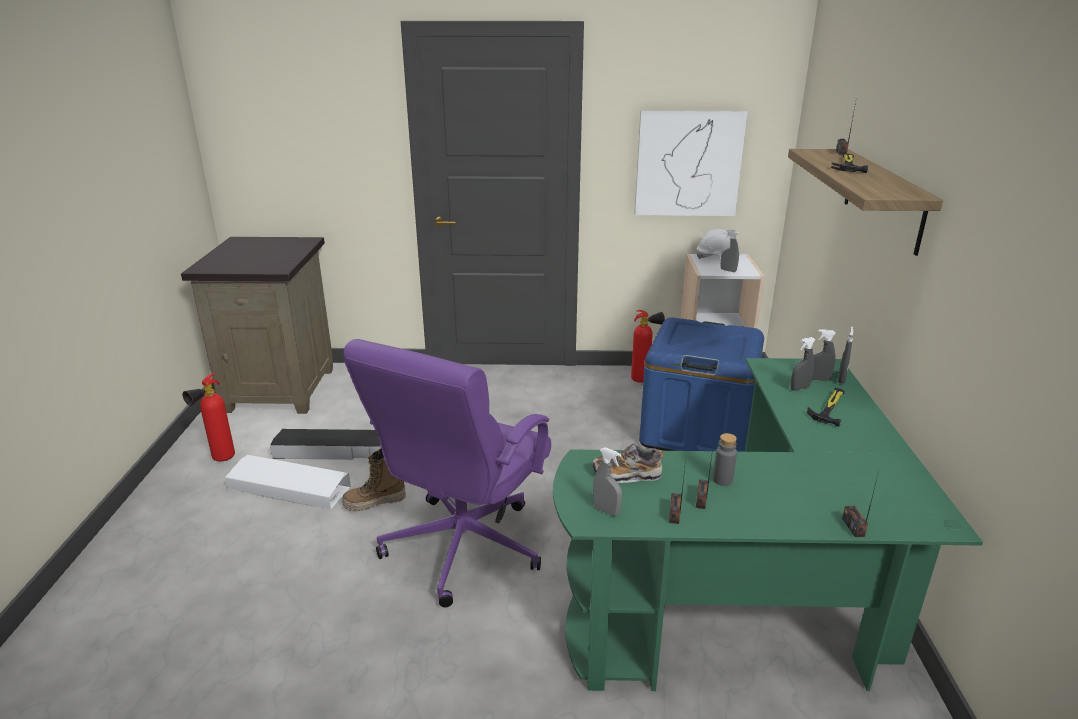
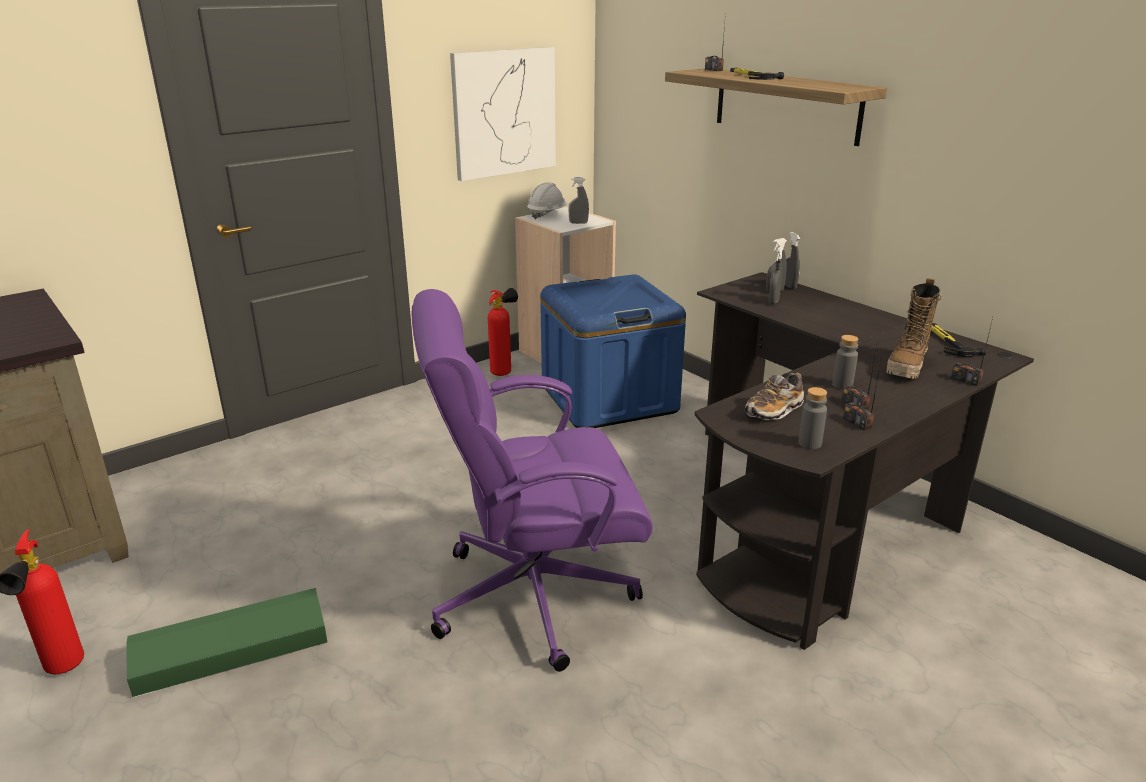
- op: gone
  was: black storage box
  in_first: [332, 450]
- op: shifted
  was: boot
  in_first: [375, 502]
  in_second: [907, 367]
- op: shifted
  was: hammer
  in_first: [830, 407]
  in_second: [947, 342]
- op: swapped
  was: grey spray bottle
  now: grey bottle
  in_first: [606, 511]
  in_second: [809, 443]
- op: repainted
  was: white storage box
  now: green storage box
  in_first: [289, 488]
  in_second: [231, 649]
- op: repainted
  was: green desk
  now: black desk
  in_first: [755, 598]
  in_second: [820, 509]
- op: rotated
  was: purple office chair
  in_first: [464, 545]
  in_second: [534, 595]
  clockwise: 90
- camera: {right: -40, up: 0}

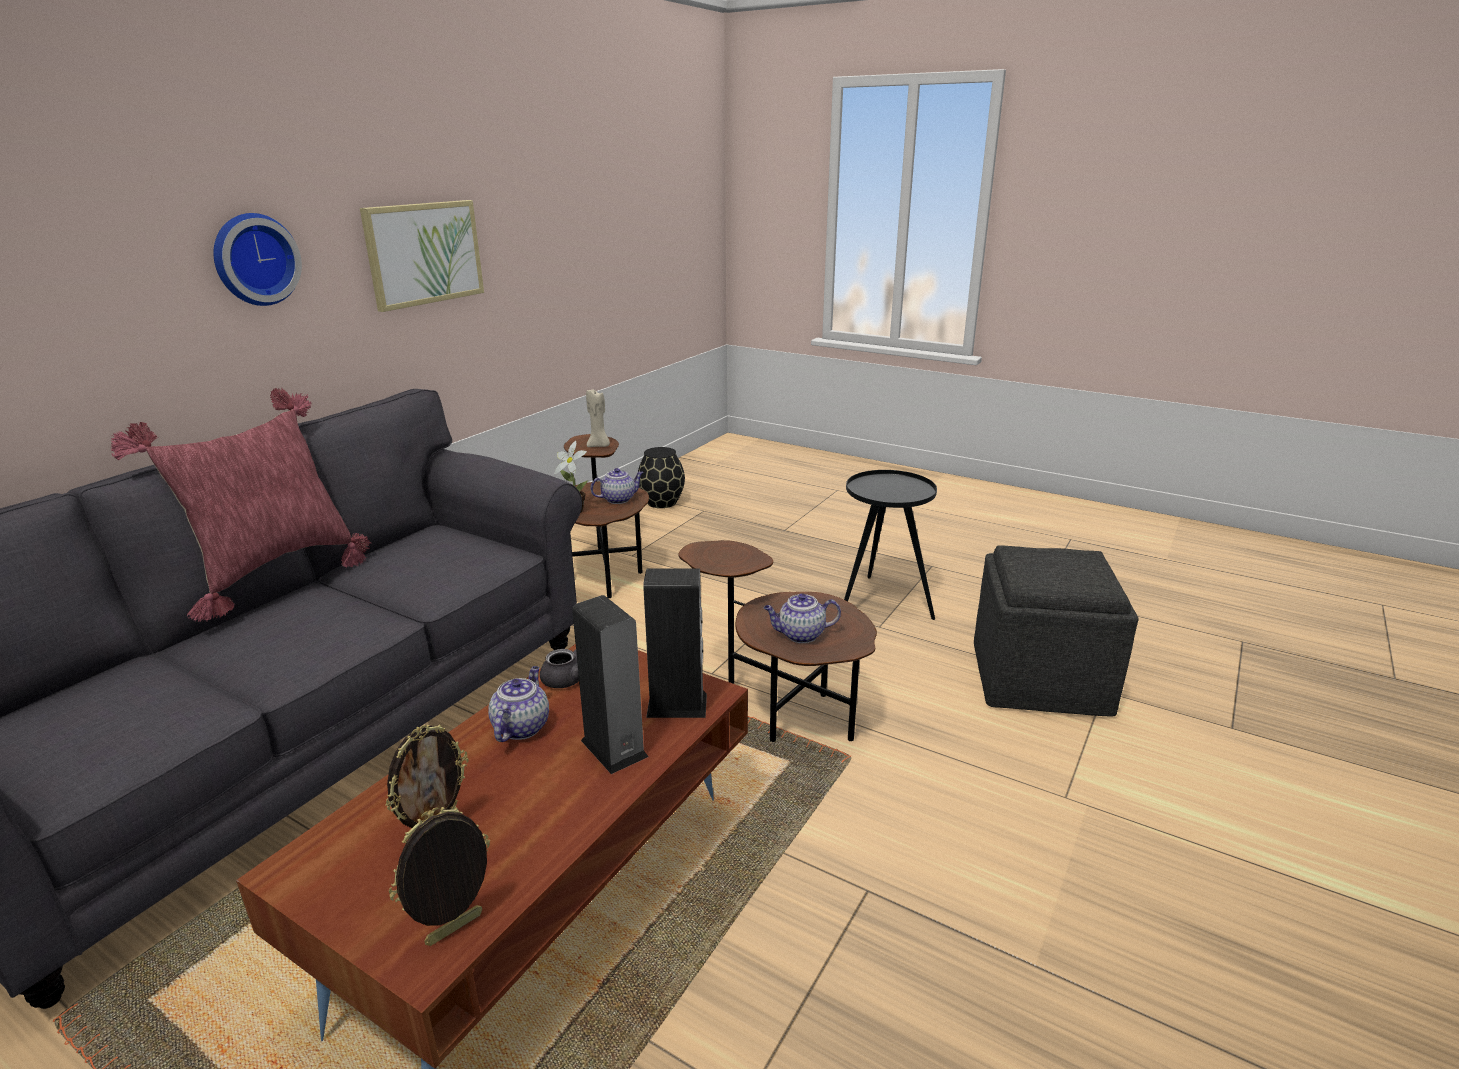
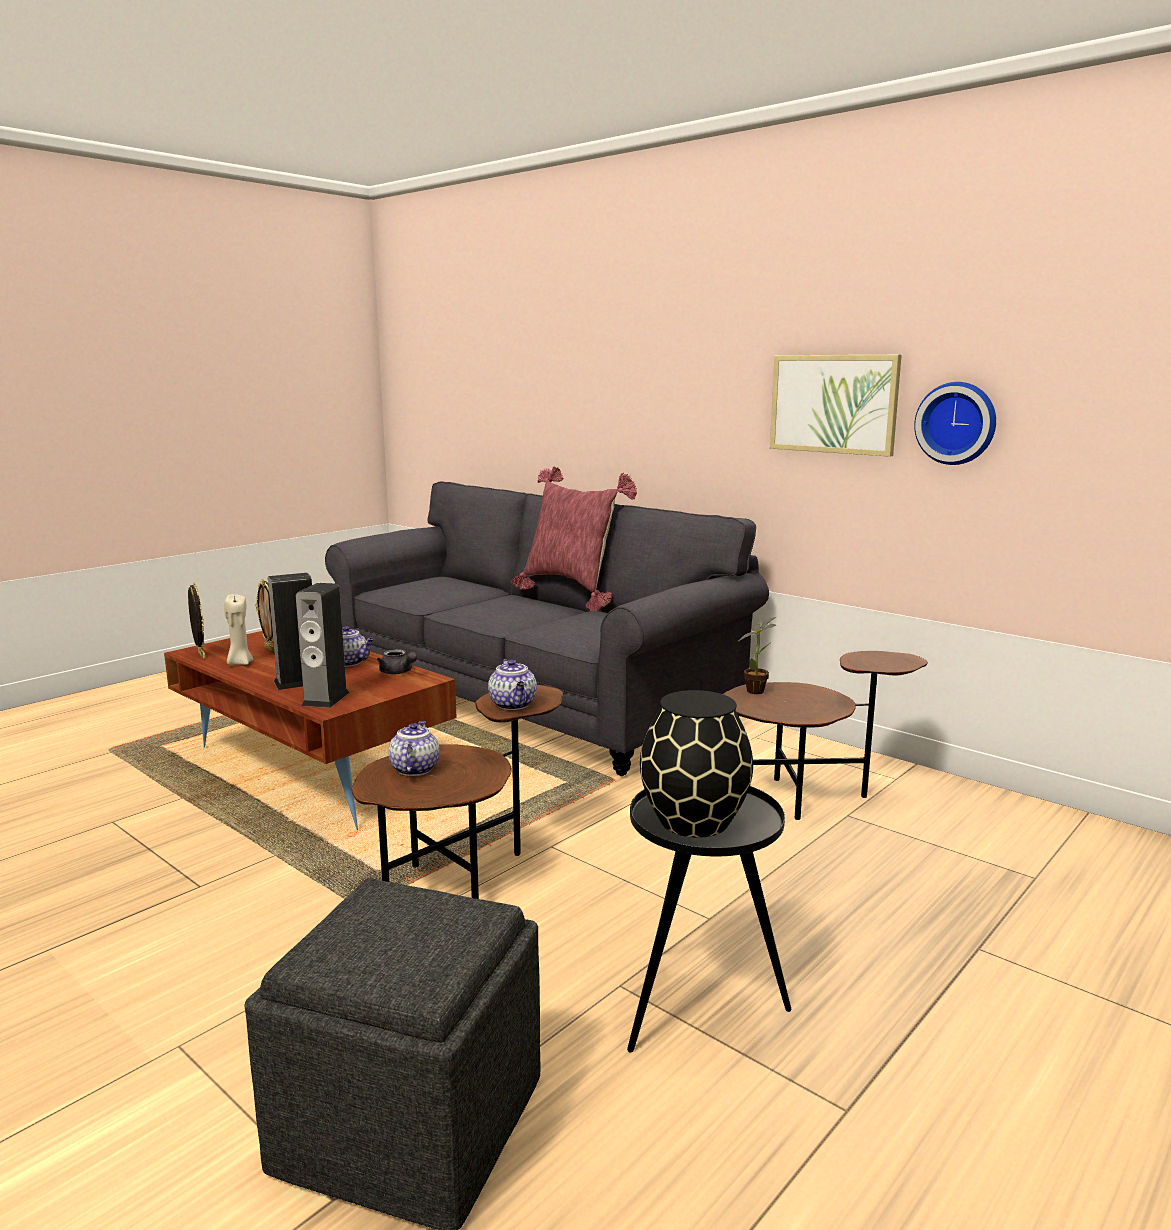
- op: shifted
  was: wall clock
  in_first: [254, 259]
  in_second: [957, 423]
- op: shifted
  was: beige candle
  in_first: [599, 446]
  in_second: [239, 663]
- op: shifted
  was: teapot
  in_first: [619, 499]
  in_second: [513, 705]
- op: shifted
  was: black vase
  in_first: [662, 502]
  in_second: [694, 822]
- camera: {right: 100, up: -10}

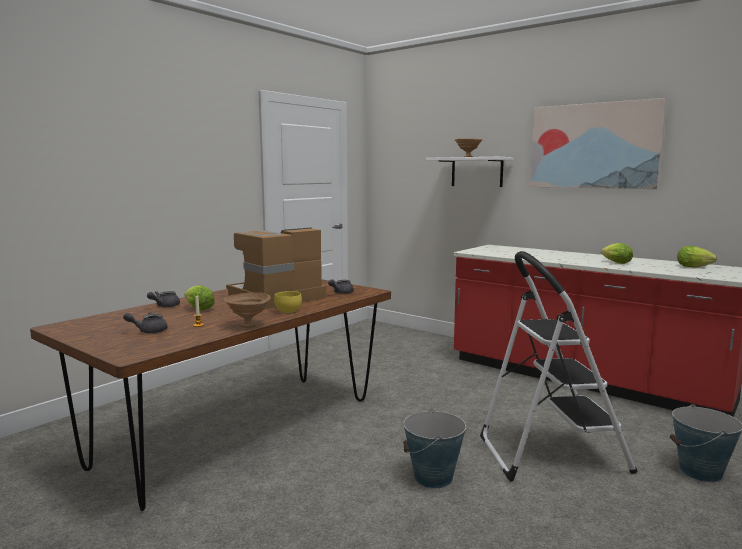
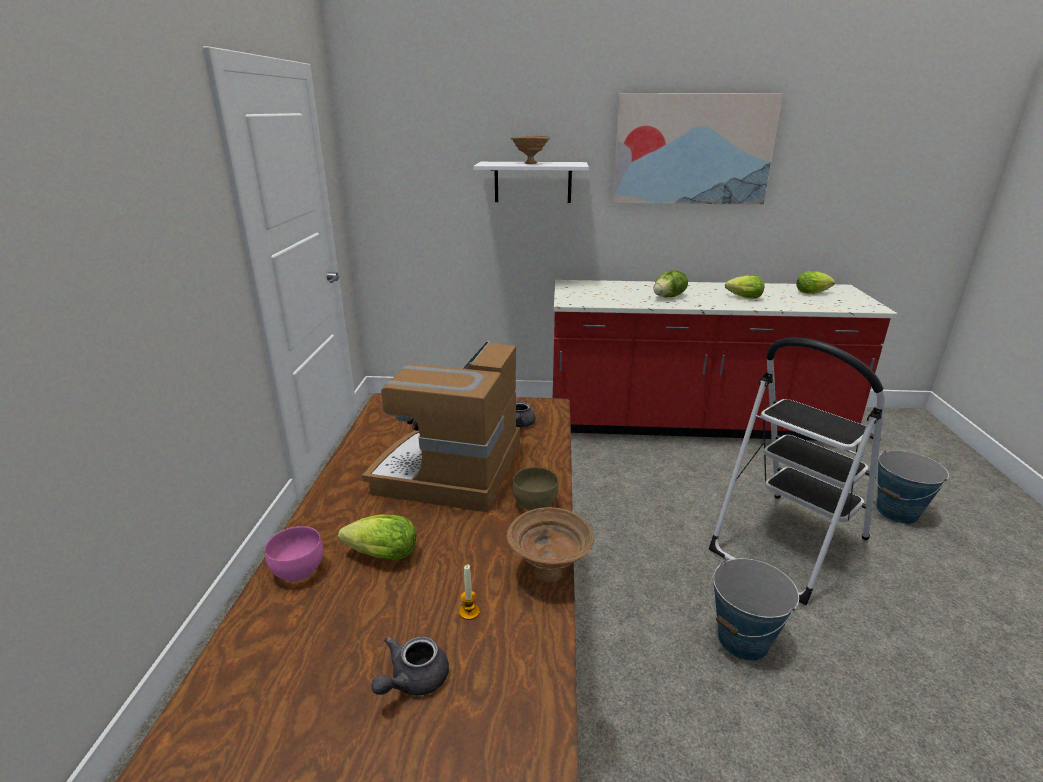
- op: new
  now: lettuce
  in_second: [669, 297]
- op: swapped
  was: grey teapot
  now: pink bowl
  in_first: [164, 306]
  in_second: [300, 572]
- op: repainted
  was: yellow bowl
  now: brown bowl
  in_first: [287, 312]
  in_second: [533, 505]
- camera: {right: -35, up: 15}

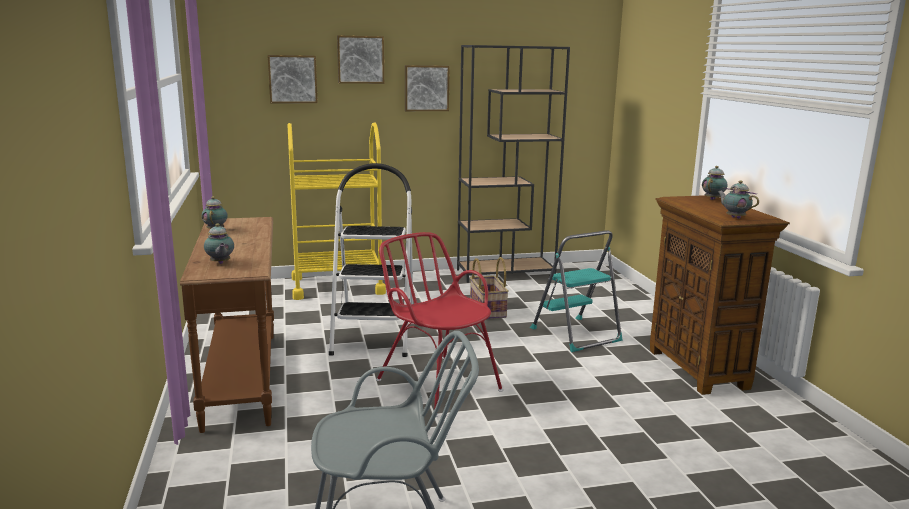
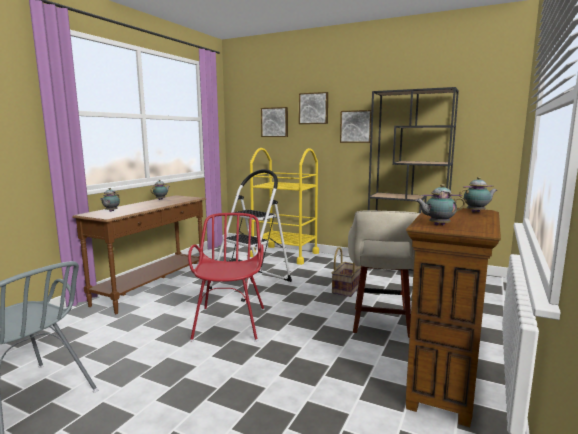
- op: swapped
  was: turquoise step ladder
  now: beige stool
  in_first: [577, 335]
  in_second: [381, 323]
- op: rotated
  was: teapot
  in_first: [734, 217]
  in_second: [437, 225]
  clockwise: -90
- camera: {right: 40, up: -5}

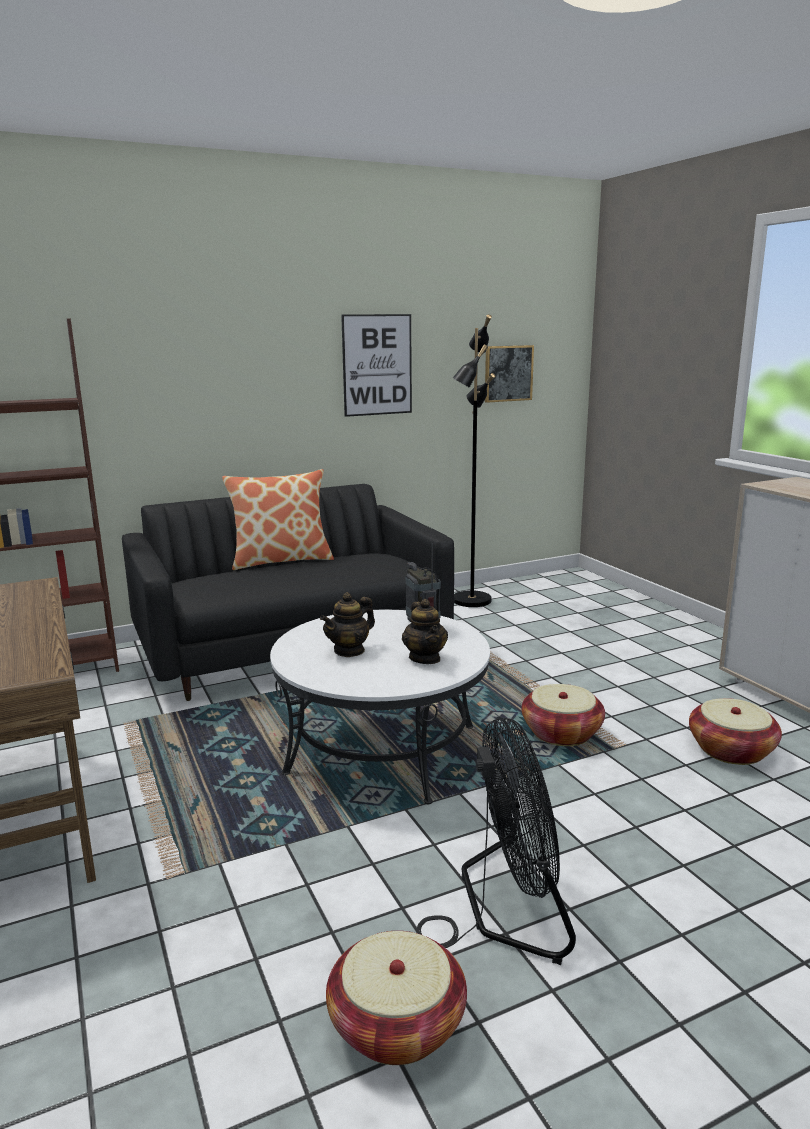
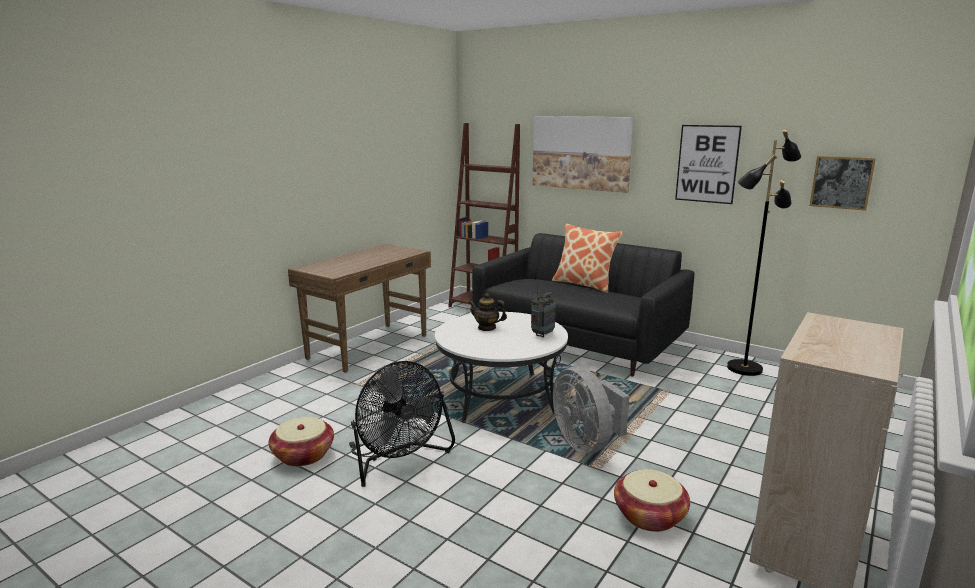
- op: gone
  was: teapot
  in_first: [425, 658]
- op: new
  now: picture
  in_second: [581, 153]
- op: swapped
  was: basket
  now: grey fan
  in_first: [561, 733]
  in_second: [586, 443]
- camera: {right: 60, up: 0}

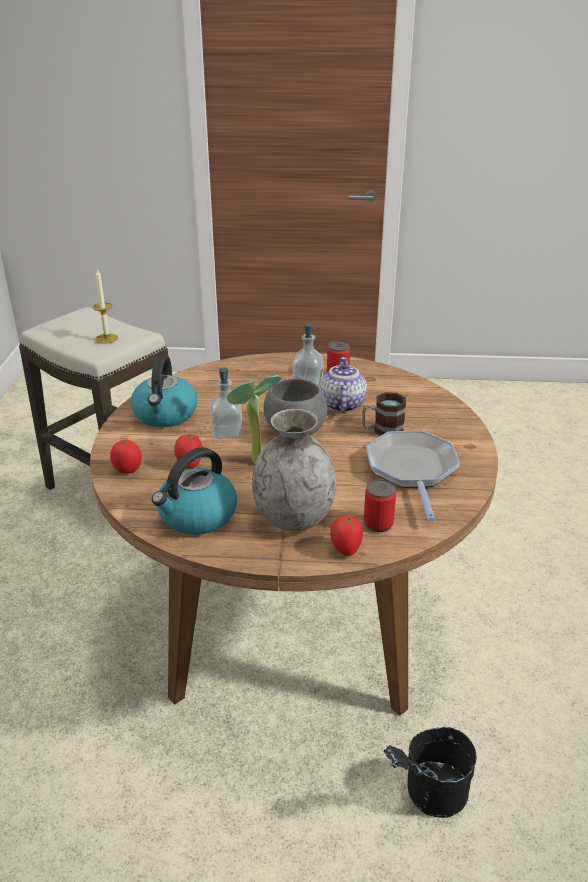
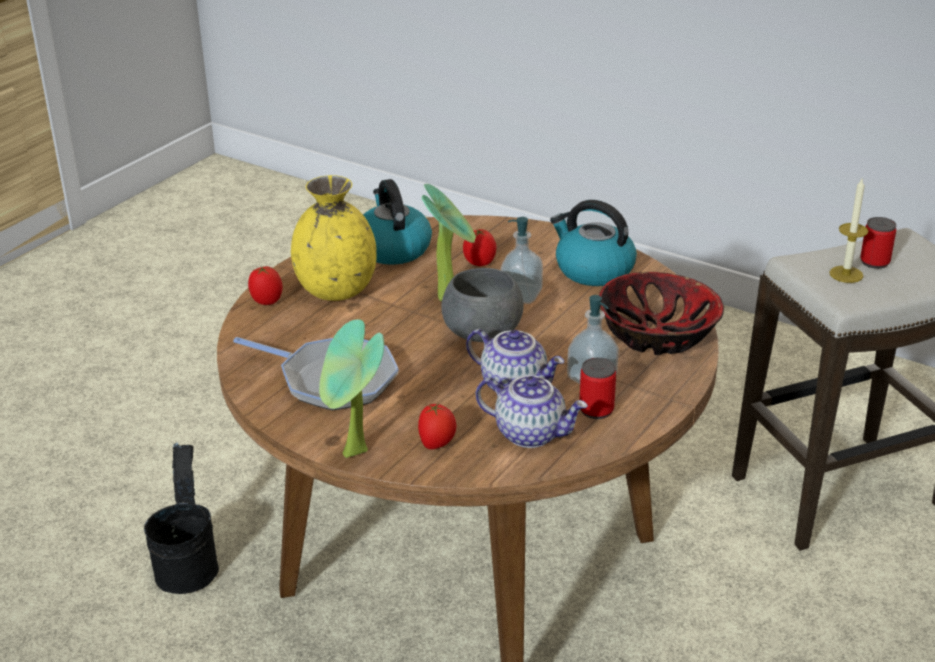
- op: gone
  was: mug
  in_first: [382, 430]
- op: new
  now: potted plant
  in_second: [354, 455]
- op: new
  now: teapot
  in_second: [531, 433]
- op: new
  now: bowl
  in_second: [658, 335]
- op: shifted
  was: tomato
  in_first: [127, 470]
  in_second: [437, 444]
- op: shifted
  was: can
  in_first: [378, 524]
  in_second: [874, 262]
- op: repainted
  was: grey vase
  now: yellow vase
  in_first: [294, 518]
  in_second: [337, 291]
- camera: {right: 120, up: 0}

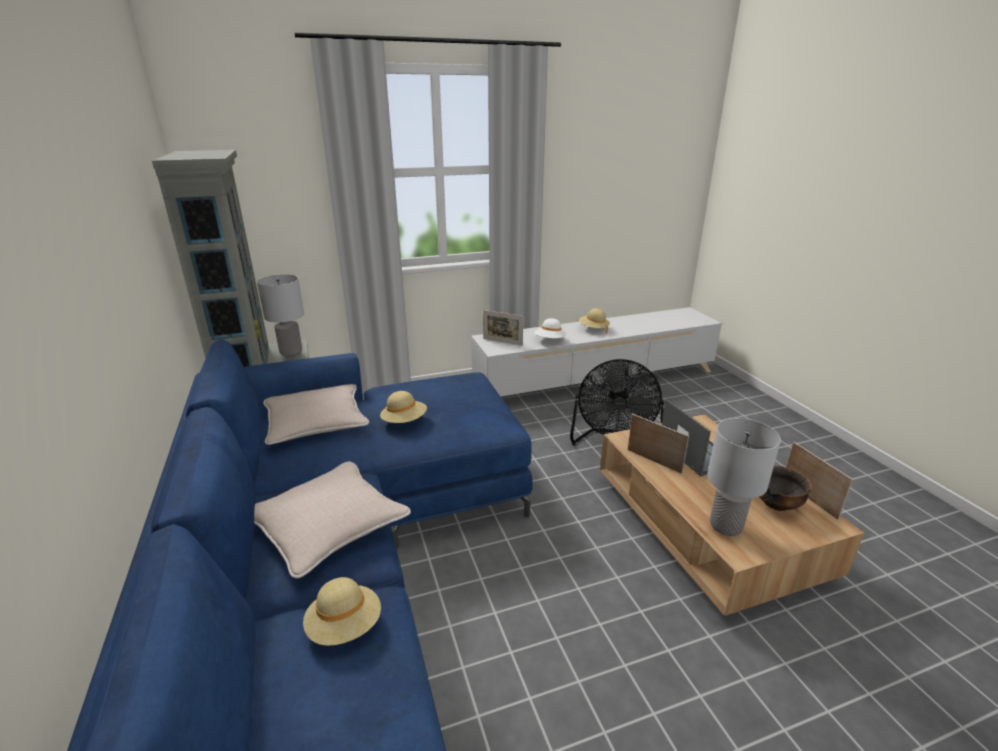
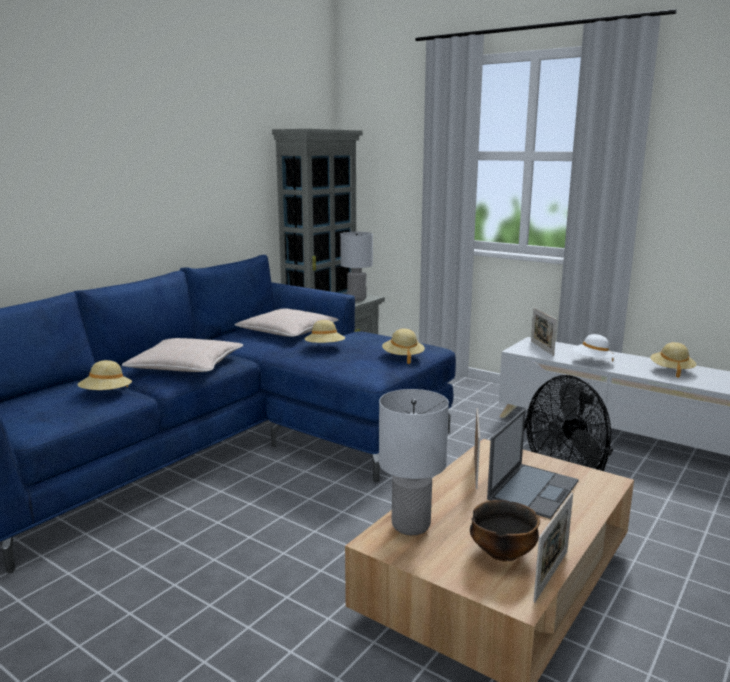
- op: new
  now: beige hat
  in_second: [403, 357]
- camera: {right: 55, up: -10}

